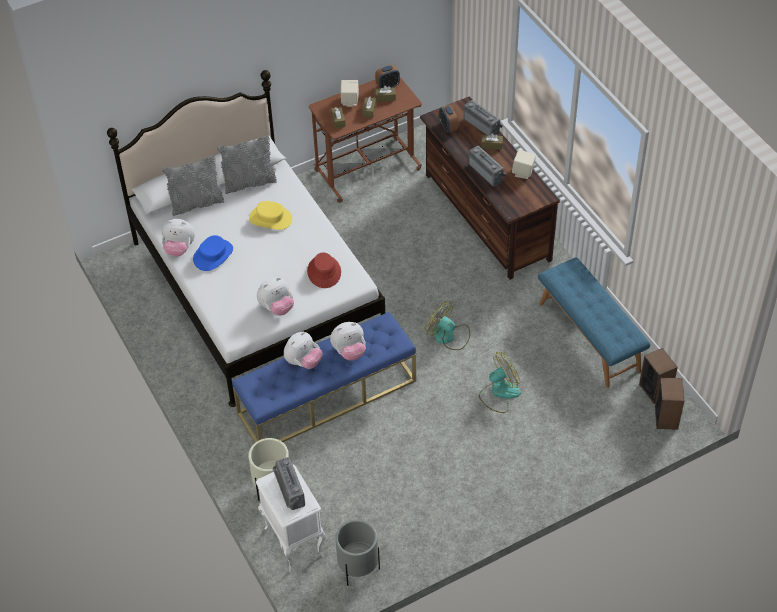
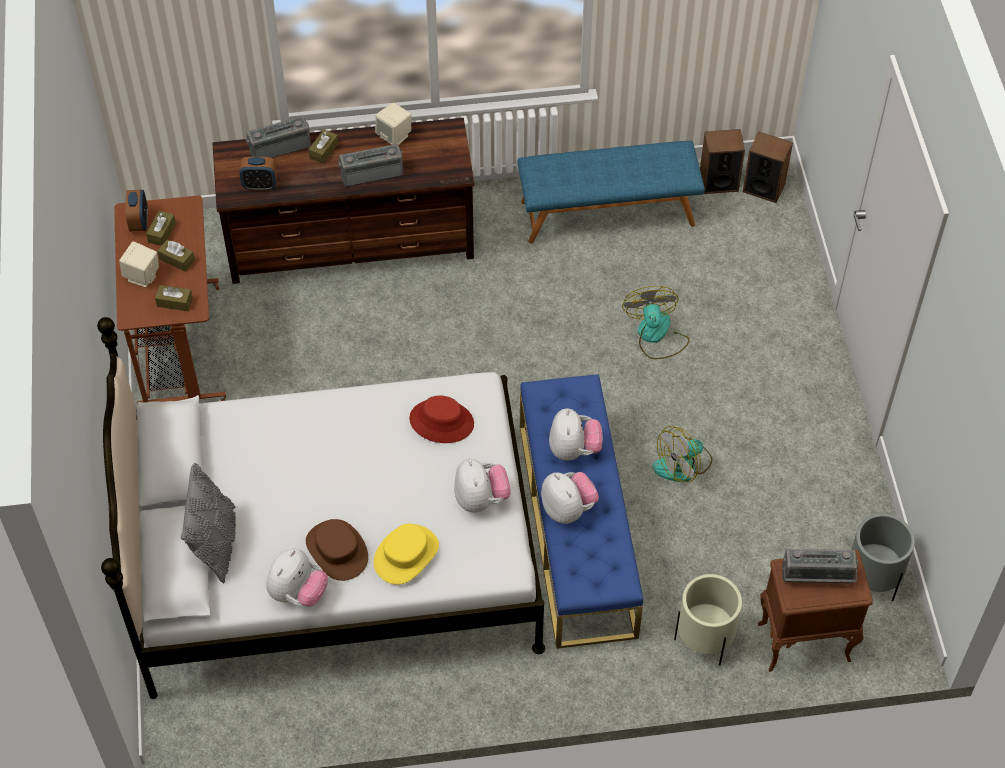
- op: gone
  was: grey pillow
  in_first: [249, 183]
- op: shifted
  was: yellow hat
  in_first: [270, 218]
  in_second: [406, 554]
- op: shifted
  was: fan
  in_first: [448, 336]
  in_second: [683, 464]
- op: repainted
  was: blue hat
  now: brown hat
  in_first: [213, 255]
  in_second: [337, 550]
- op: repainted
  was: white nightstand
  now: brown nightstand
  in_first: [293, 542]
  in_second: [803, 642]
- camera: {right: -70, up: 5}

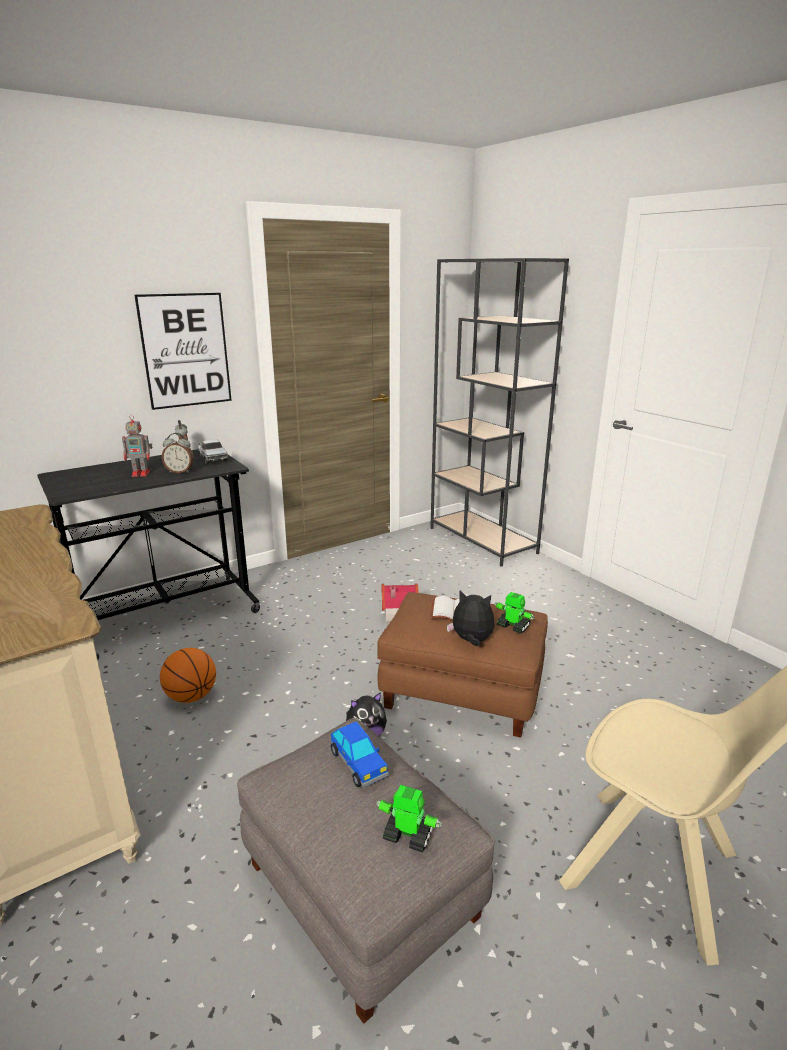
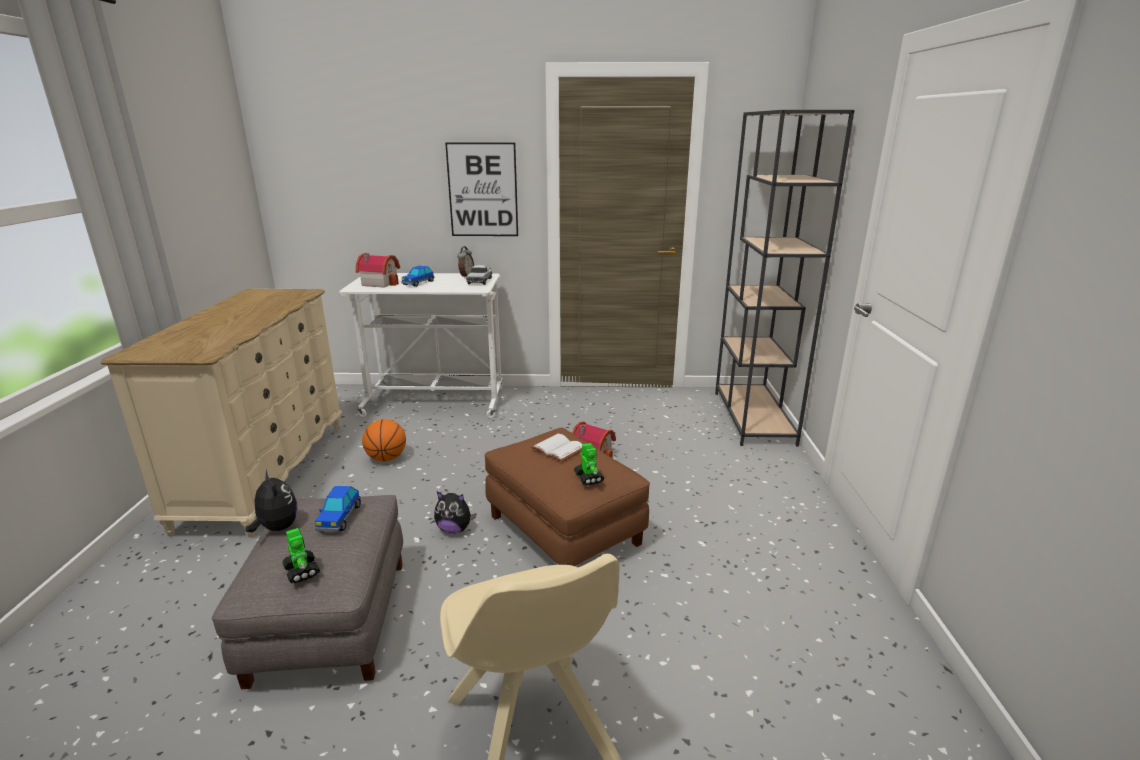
- op: gone
  was: alarm clock
  in_first: [180, 472]
- op: new
  now: toy house
  in_second: [380, 283]
- op: shifted
  was: plush toy
  in_first: [471, 641]
  in_second: [277, 528]
- op: swapped
  was: toy robot
  now: toy car
  in_first: [142, 474]
  in_second: [418, 283]
- op: repainted
  was: black desk
  now: white desk
  in_first: [168, 615]
  in_second: [435, 402]
- camera: {right: 35, up: 0}

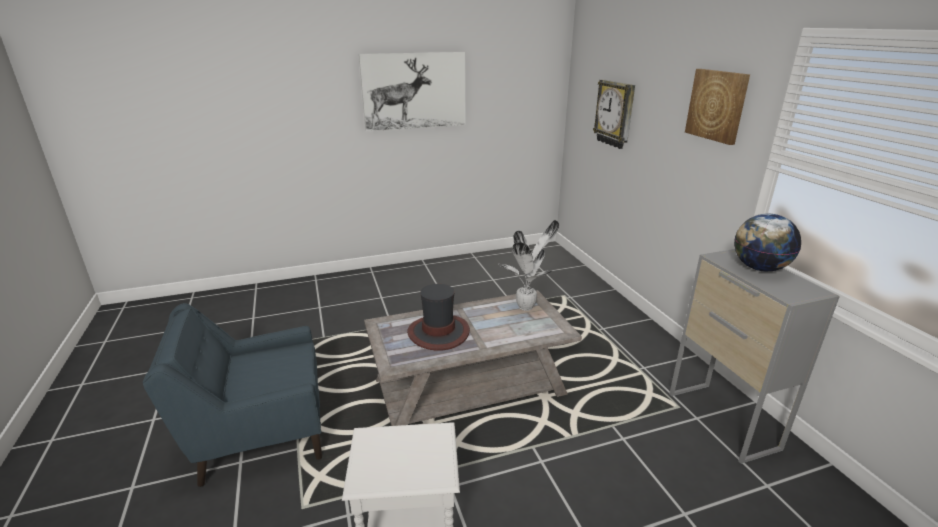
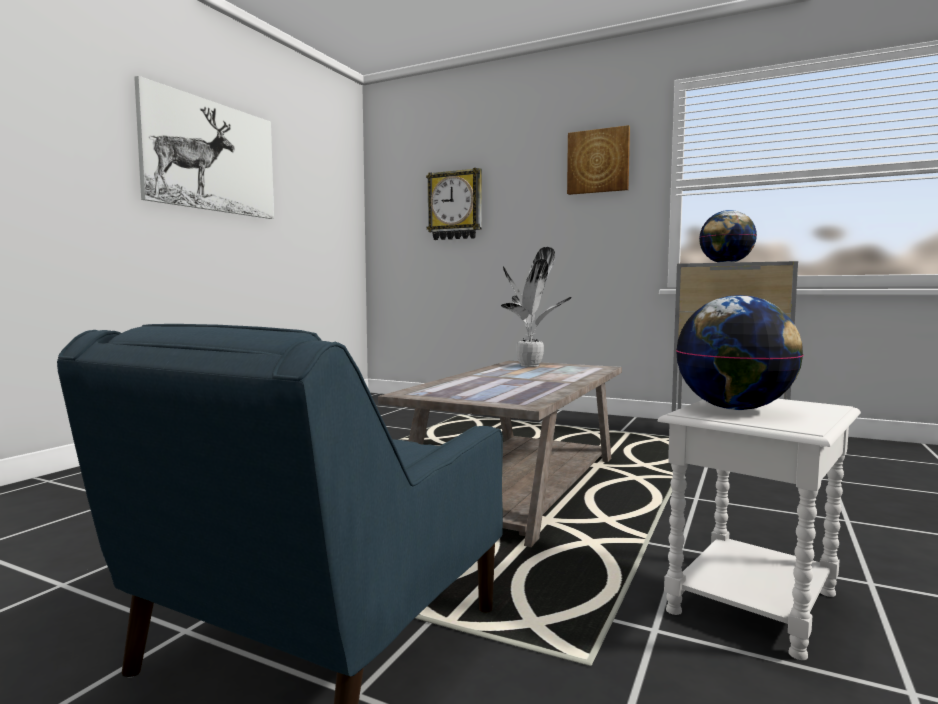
- op: gone
  was: hat
  in_first: [438, 332]
- op: new
  now: globe
  in_second: [735, 409]
- camera: {right: -45, up: -20}

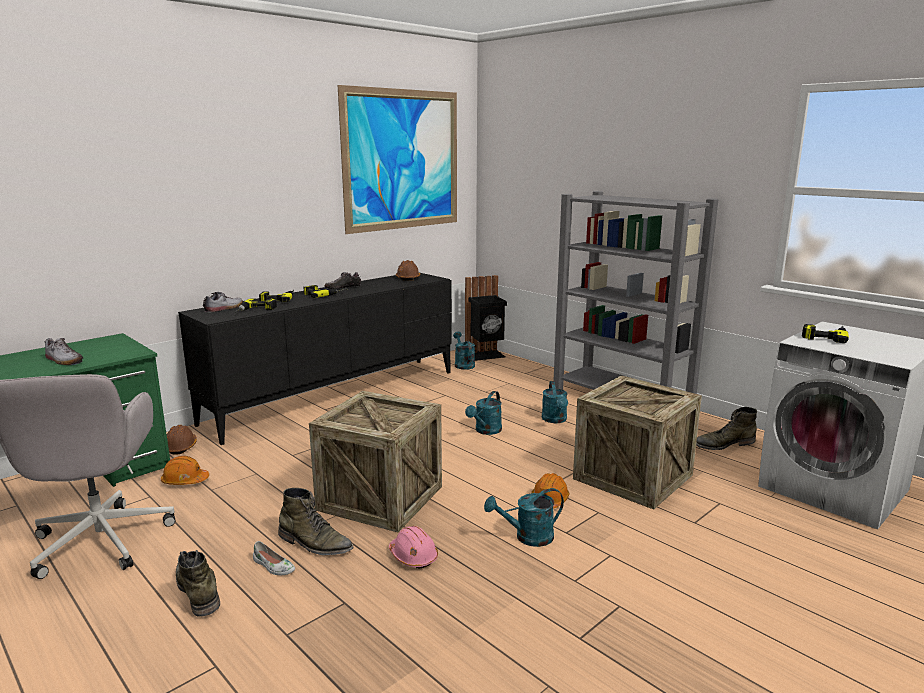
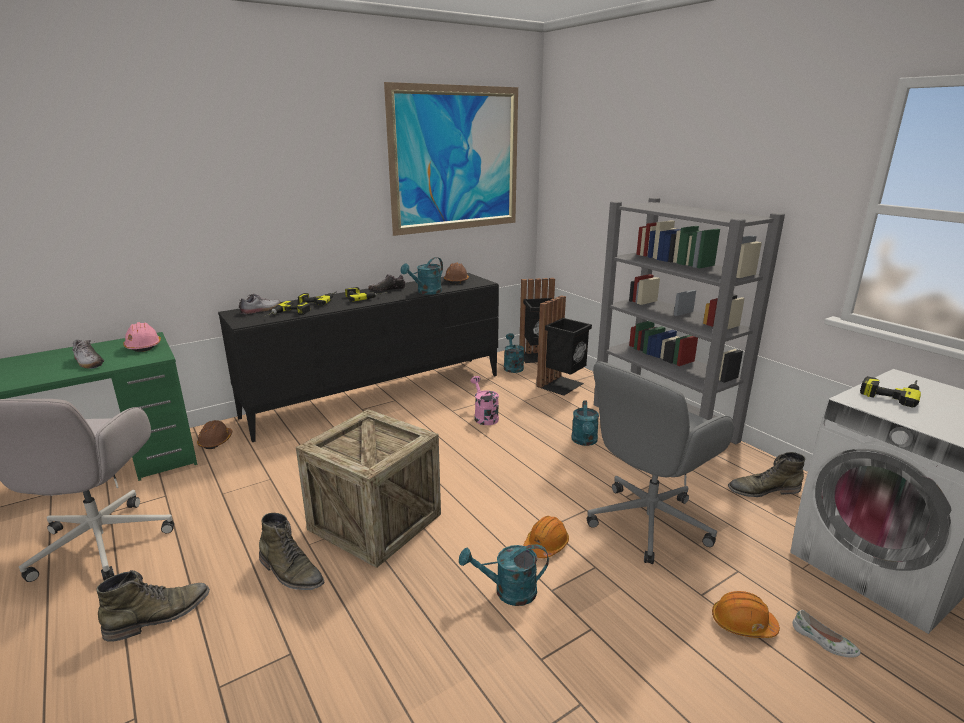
- op: new
  now: pink watering can
  in_second: [484, 416]
- op: new
  now: black trash can
  in_second: [562, 385]
- op: shifted
  was: orange hard hat
  in_first: [185, 481]
  in_second: [742, 624]
- op: shifted
  was: white shoe
  in_first: [273, 566]
  in_second: [823, 641]
- op: shifted
  was: pink hard hat
  in_first: [413, 556]
  in_second: [143, 346]
- op: shifted
  was: turquoise watering can
  in_first: [486, 431]
  in_second: [426, 292]
- op: swapped
  was: crate
  now: grey office chair
  in_first: [633, 477]
  in_second: [647, 523]
- op: rotated
  was: green boot
  in_first: [198, 590]
  in_second: [159, 616]
  clockwise: 75
- camera: {right: 10, up: 5}

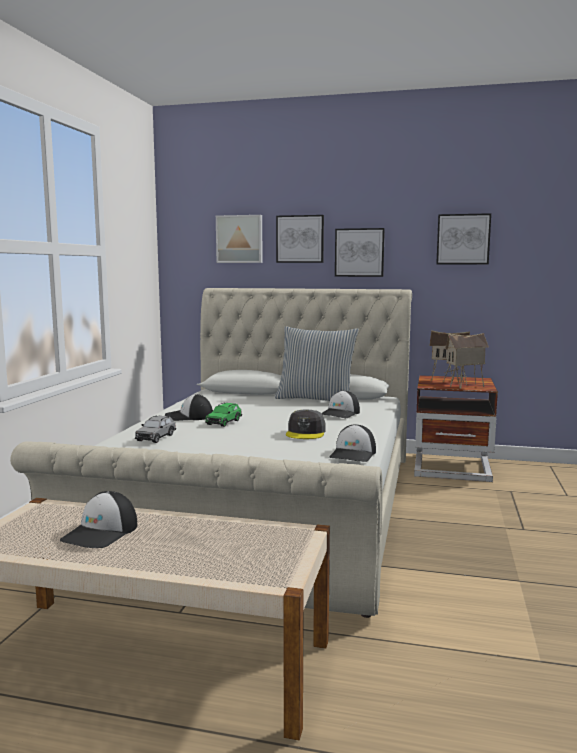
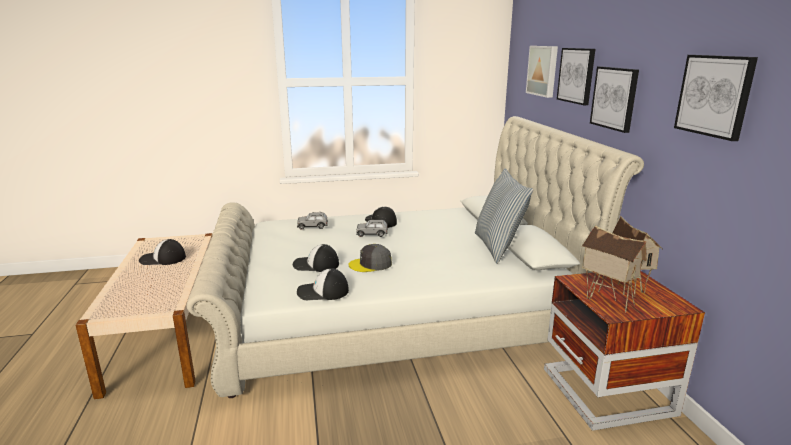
- op: shifted
  was: cap
  in_first: [340, 413]
  in_second: [315, 265]
- op: repainted
  was: green toy car
  now: grey toy car
  in_first: [224, 422]
  in_second: [372, 234]
- camera: {right: 65, up: 10}

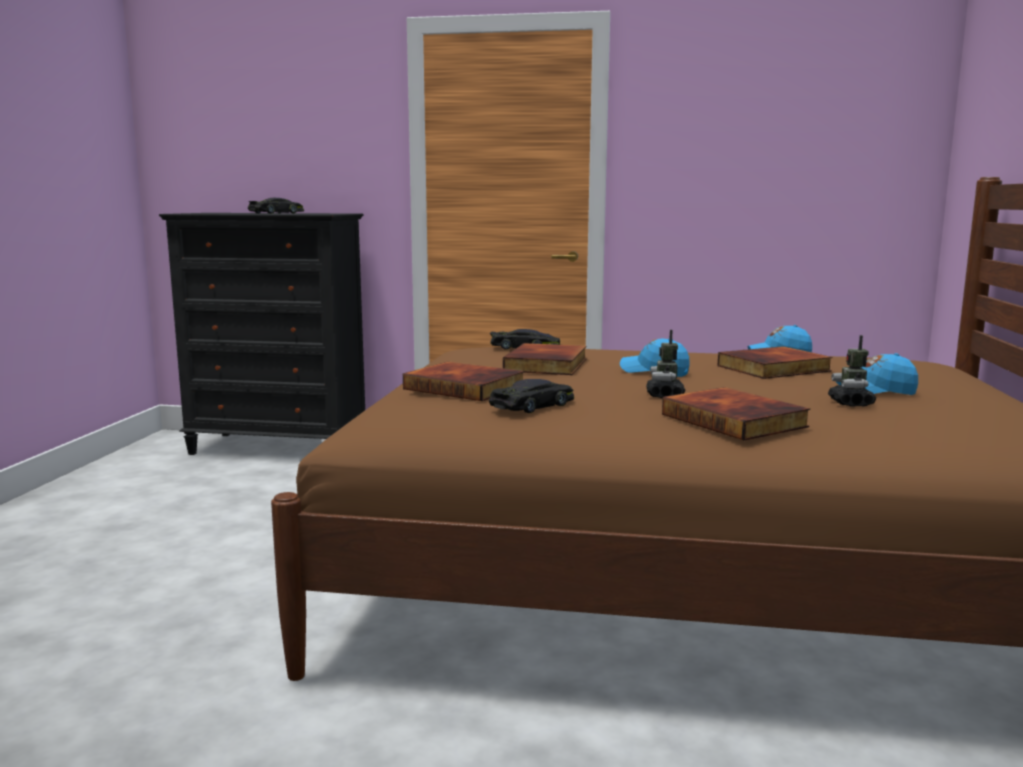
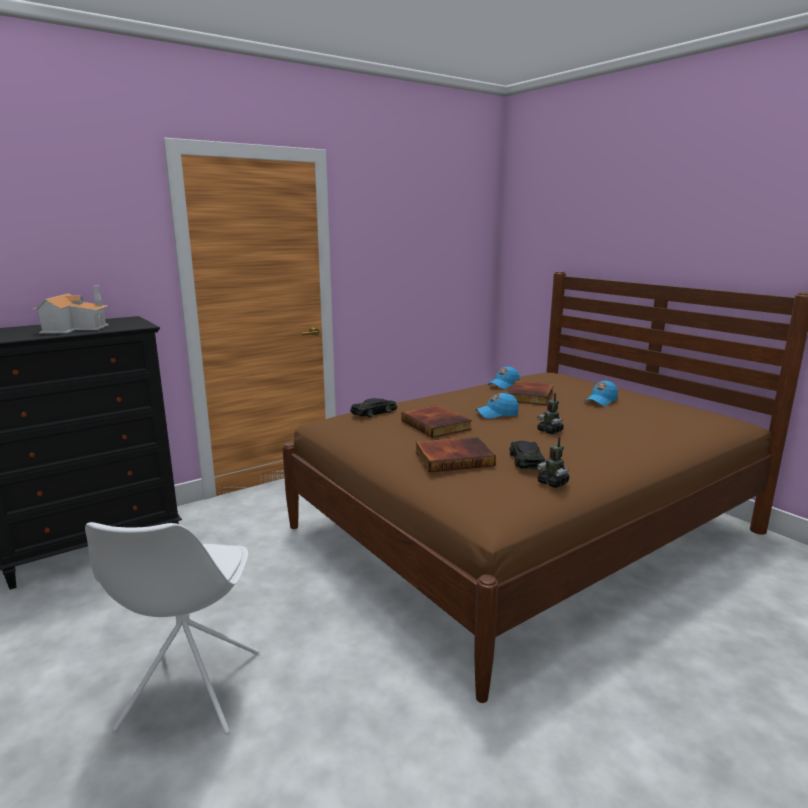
- op: gone
  was: book
  in_first: [736, 420]
- op: new
  now: white chair
  in_second: [190, 692]
- op: shifted
  was: toy robot
  in_first: [851, 403]
  in_second: [553, 483]
- op: swapped
  was: black toy car
  now: toy house
  in_first: [277, 213]
  in_second: [75, 328]
- camera: {right: -45, up: 5}

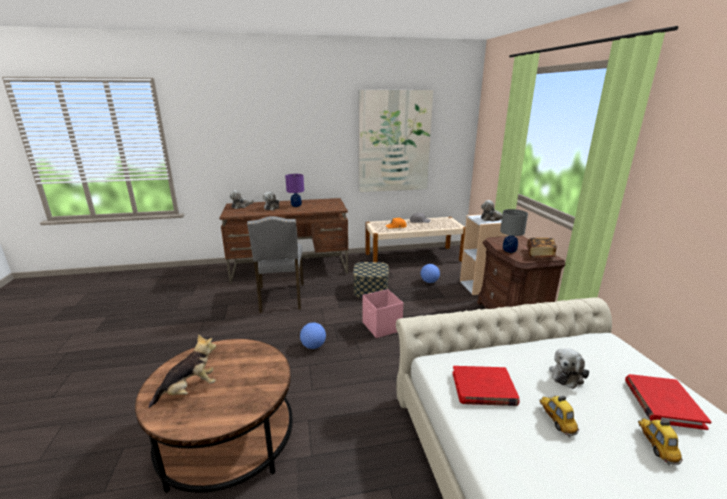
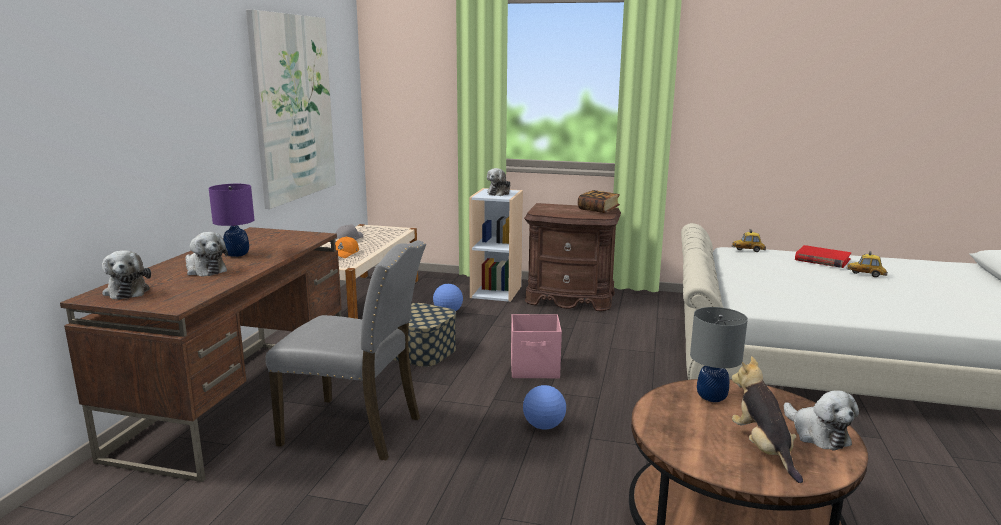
- op: gone
  was: red book
  in_first: [483, 388]
- op: shifted
  was: grey table lamp
  in_first: [510, 251]
  in_second: [711, 397]
- op: shifted
  was: toy car
  in_first: [556, 420]
  in_second: [748, 250]
- op: shifted
  was: plush toy
  in_first: [567, 375]
  in_second: [817, 434]
- camera: {right: -65, up: -5}

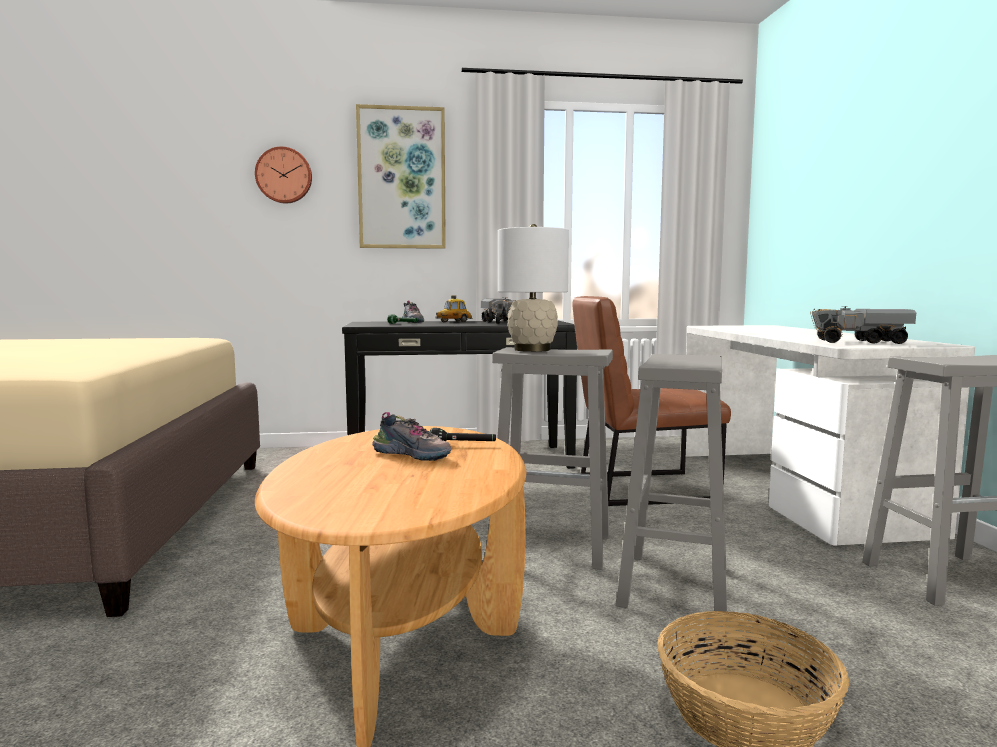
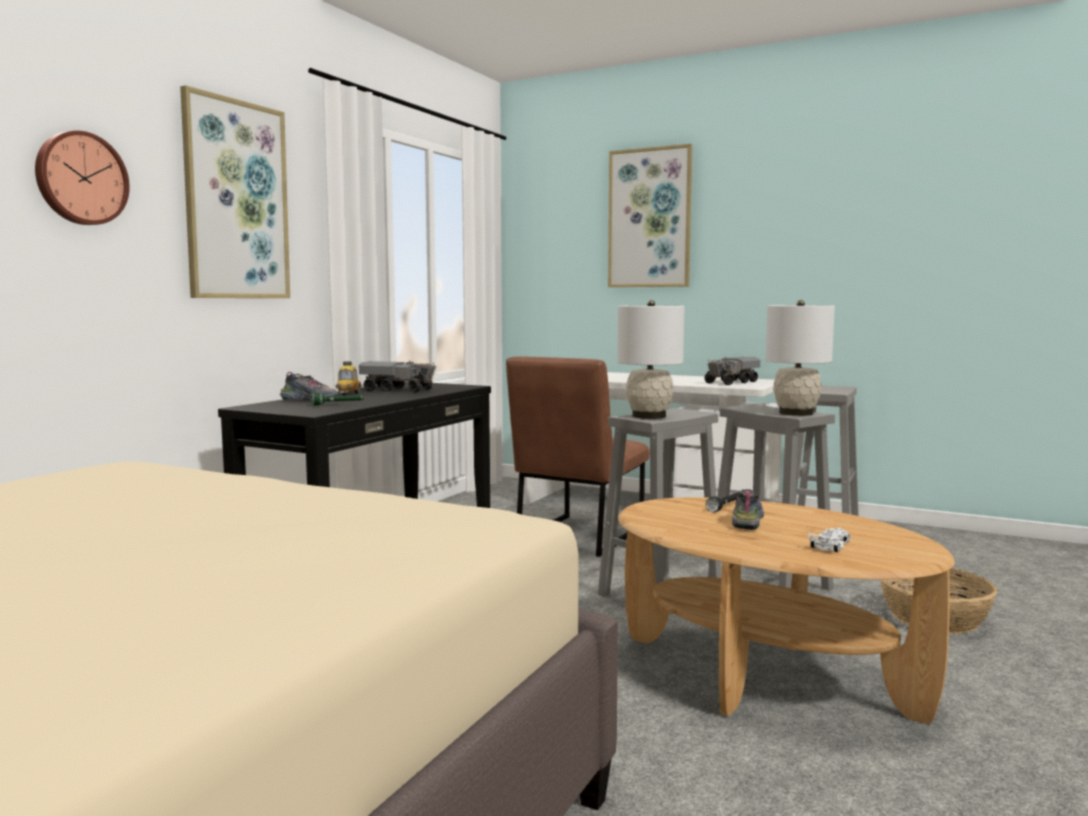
- op: new
  now: picture
  in_second: [650, 218]
- op: new
  now: white table lamp
  in_second: [796, 413]
- op: new
  now: white toy car
  in_second: [831, 545]
- op: rotated
  was: shoe
  in_first: [413, 455]
  in_second: [746, 521]
  clockwise: -45
- camera: {right: -55, up: 0}

